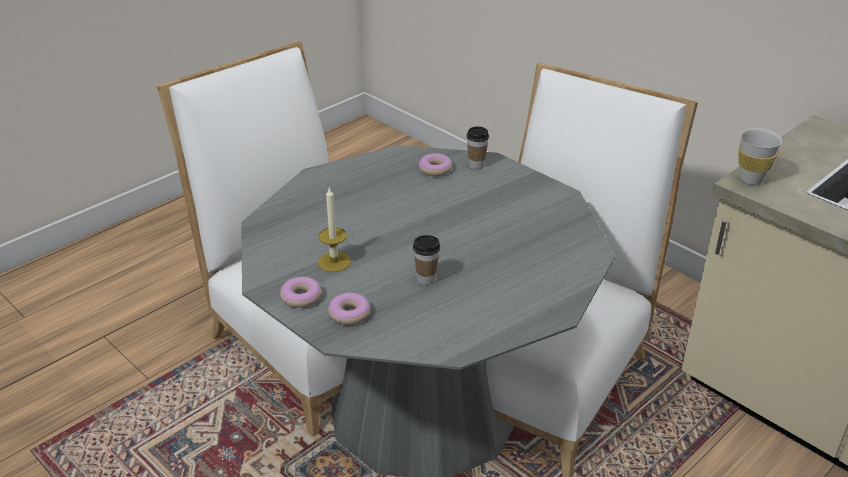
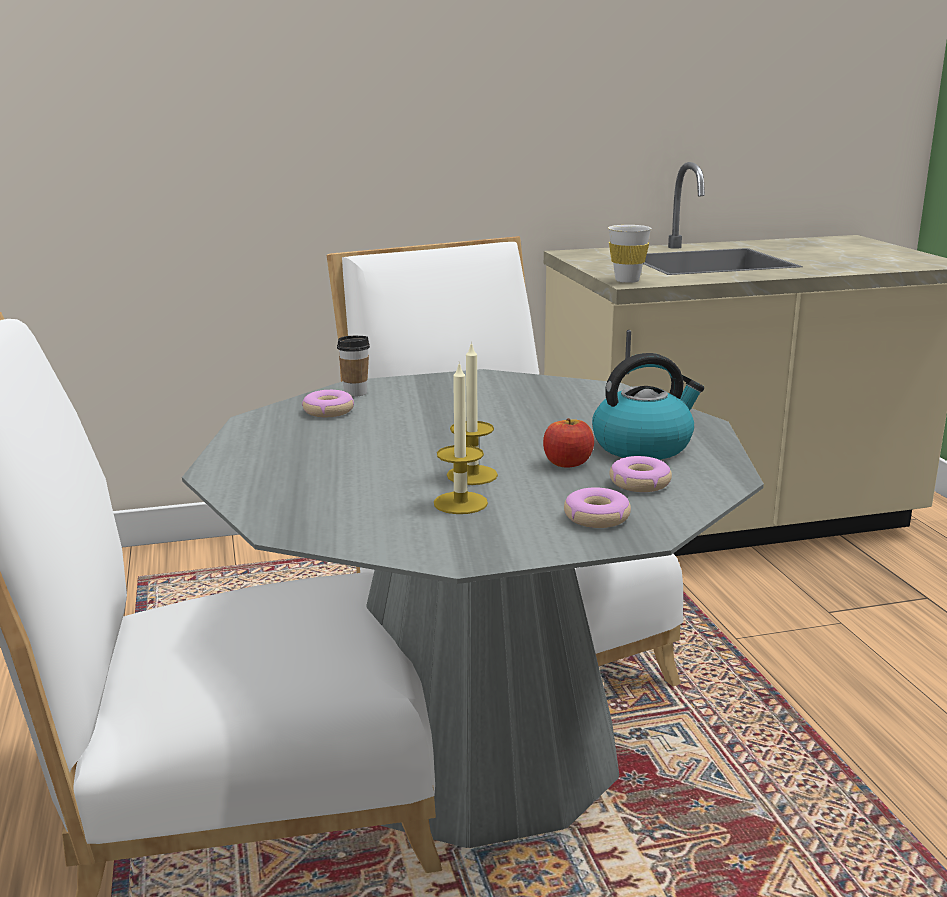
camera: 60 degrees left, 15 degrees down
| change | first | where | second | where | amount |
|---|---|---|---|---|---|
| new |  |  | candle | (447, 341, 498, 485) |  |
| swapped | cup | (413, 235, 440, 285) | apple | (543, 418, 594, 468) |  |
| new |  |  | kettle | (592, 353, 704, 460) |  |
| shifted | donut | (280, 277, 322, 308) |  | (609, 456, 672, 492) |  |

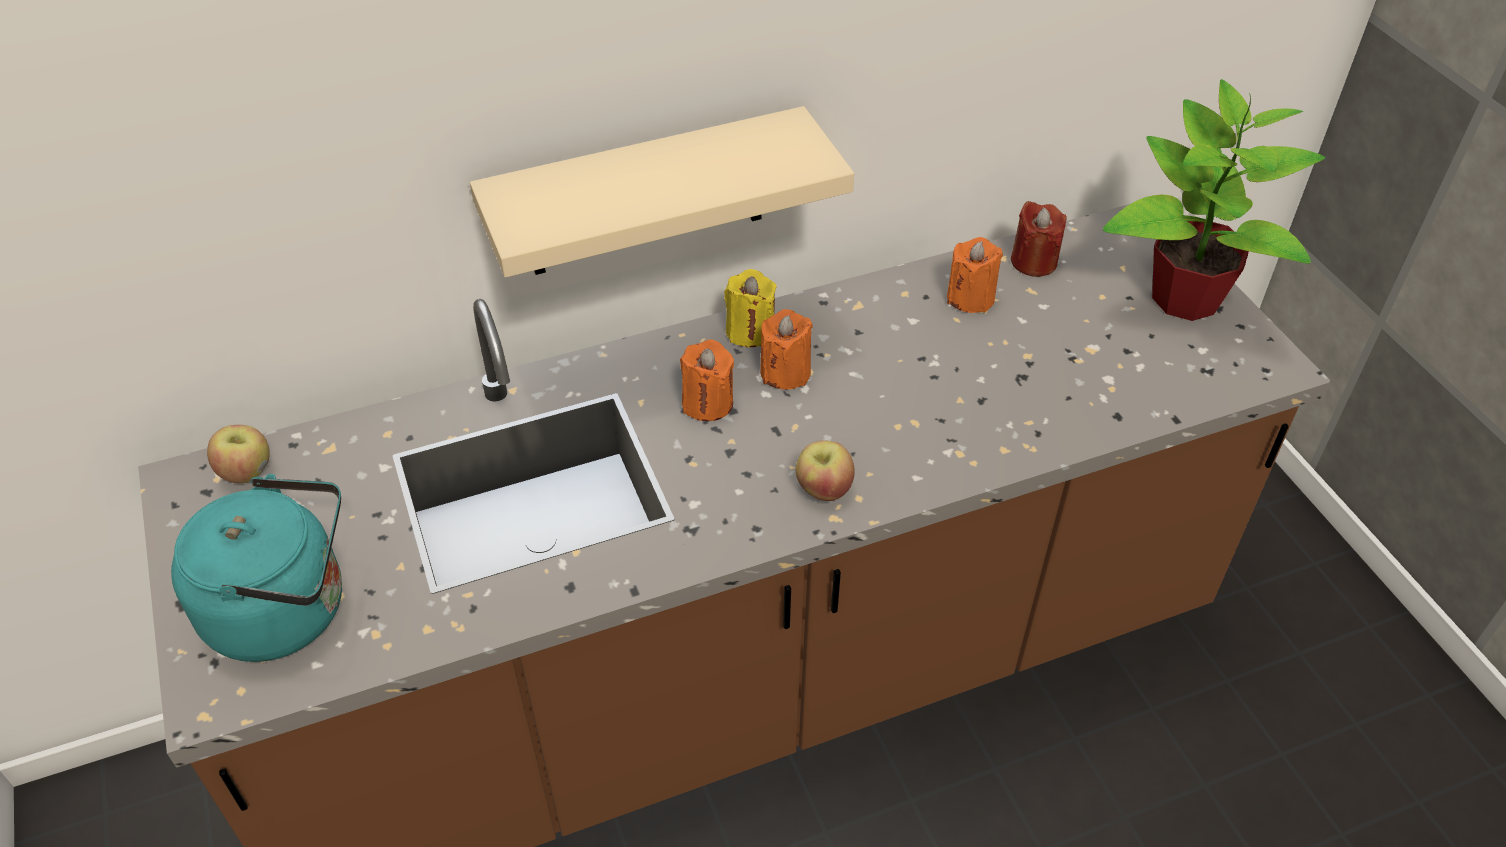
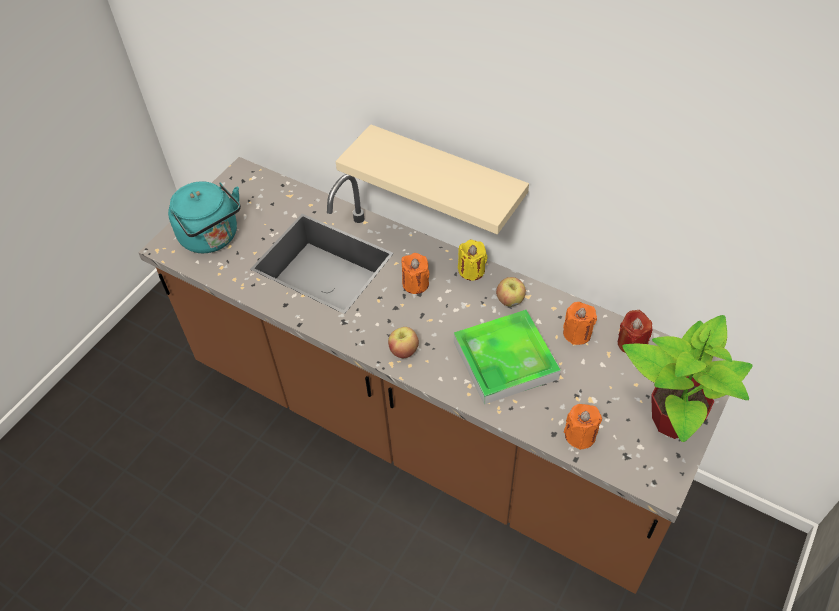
camera: 55 degrees right, 5 degrees up
| change | first | where | second | where | amount |
|---|---|---|---|---|---|
| new |  |  | tray | (454, 310, 561, 404) |  |
| shifted | apple | (207, 425, 270, 483) |  | (496, 277, 526, 307) |  |
| shifted | orange candle | (760, 309, 813, 390) |  | (564, 404, 602, 450) |  |

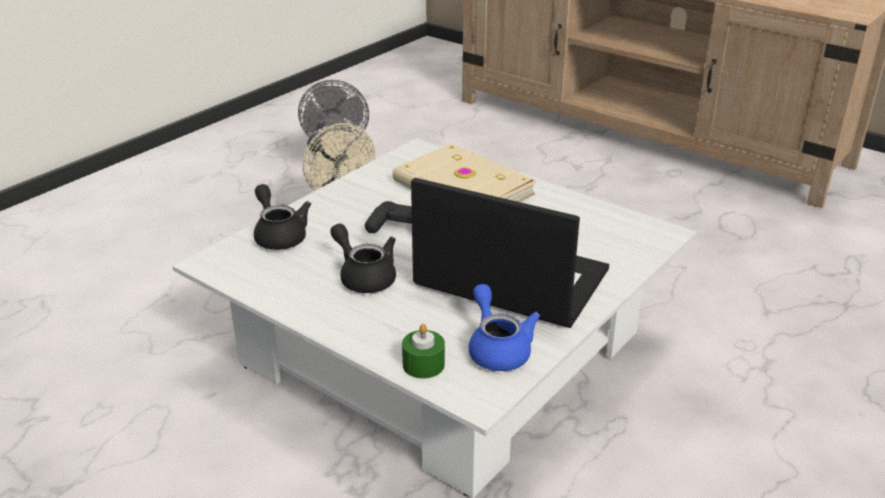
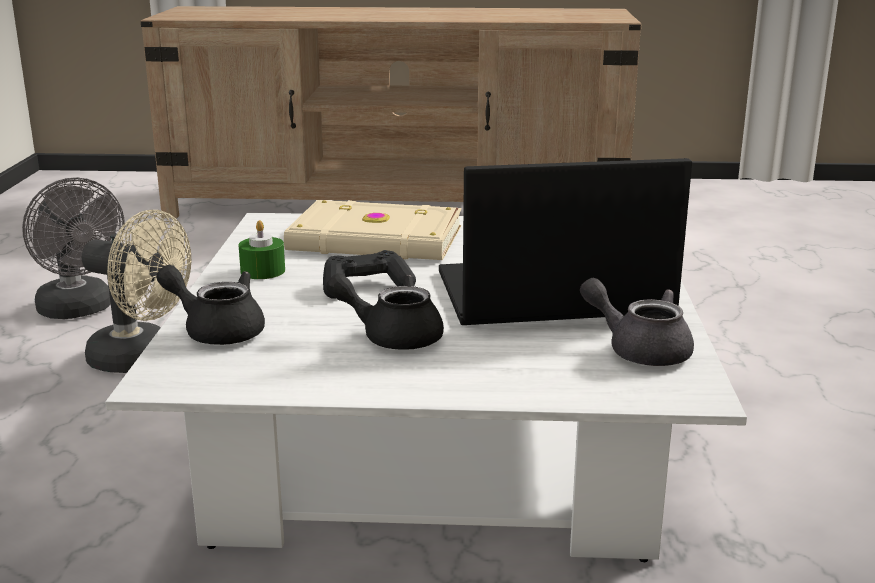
camera: 35 degrees left, 10 degrees down
| change | first | where | second | where | amount |
|---|---|---|---|---|---|
| shifted | green candle | (402, 324, 445, 379) |  | (238, 220, 285, 279) |  |
| repainted | blue teapot | (469, 284, 540, 371) | grey teapot | (580, 278, 694, 366) |  |

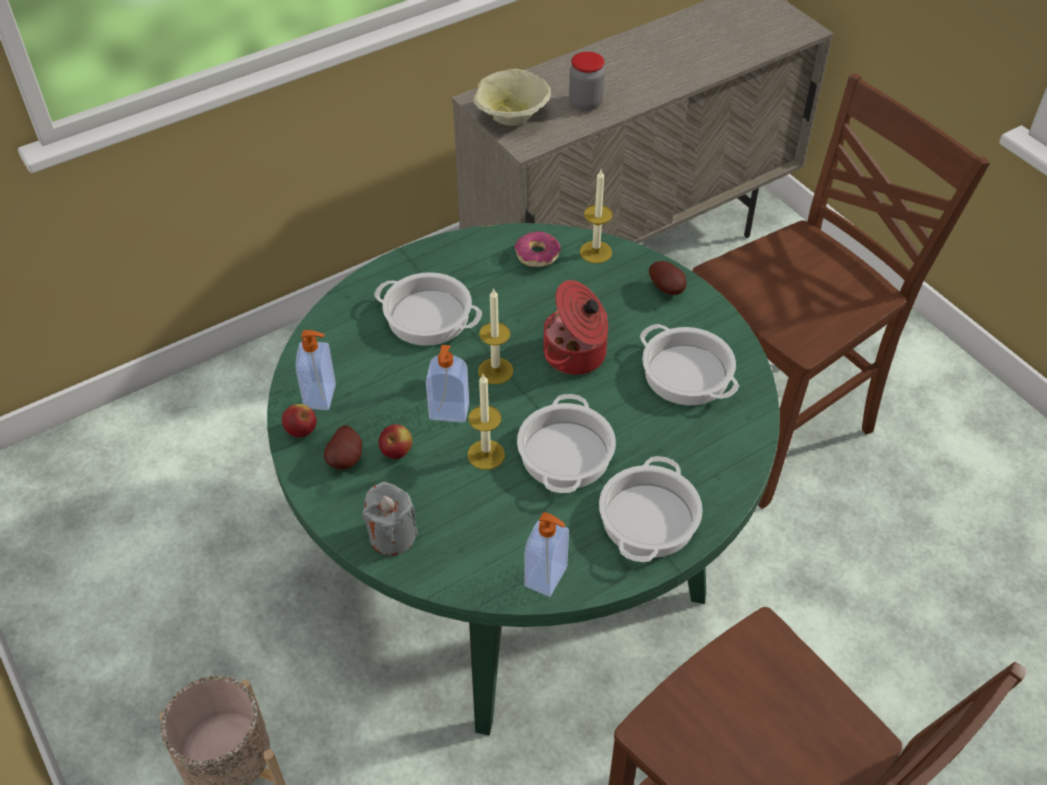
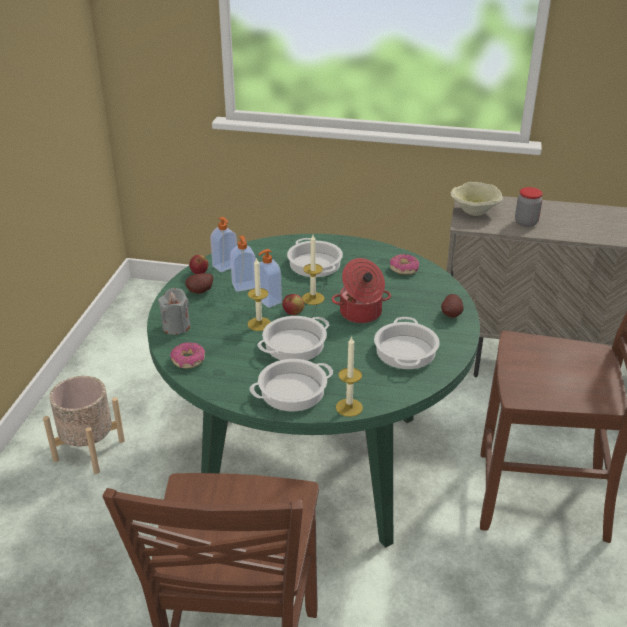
camera: 45 degrees right, 15 degrees down
| change | first | where | second | where | amount |
|---|---|---|---|---|---|
| new |  |  | donut | (170, 342, 205, 368) |  |
| shifted | soap dispenser | (525, 512, 569, 597) |  | (230, 236, 256, 292) |  |
| shifted | apple | (379, 424, 412, 459) |  | (282, 294, 305, 315) |  |
| shifted | candle | (580, 170, 613, 263) |  | (336, 336, 363, 417) |  |

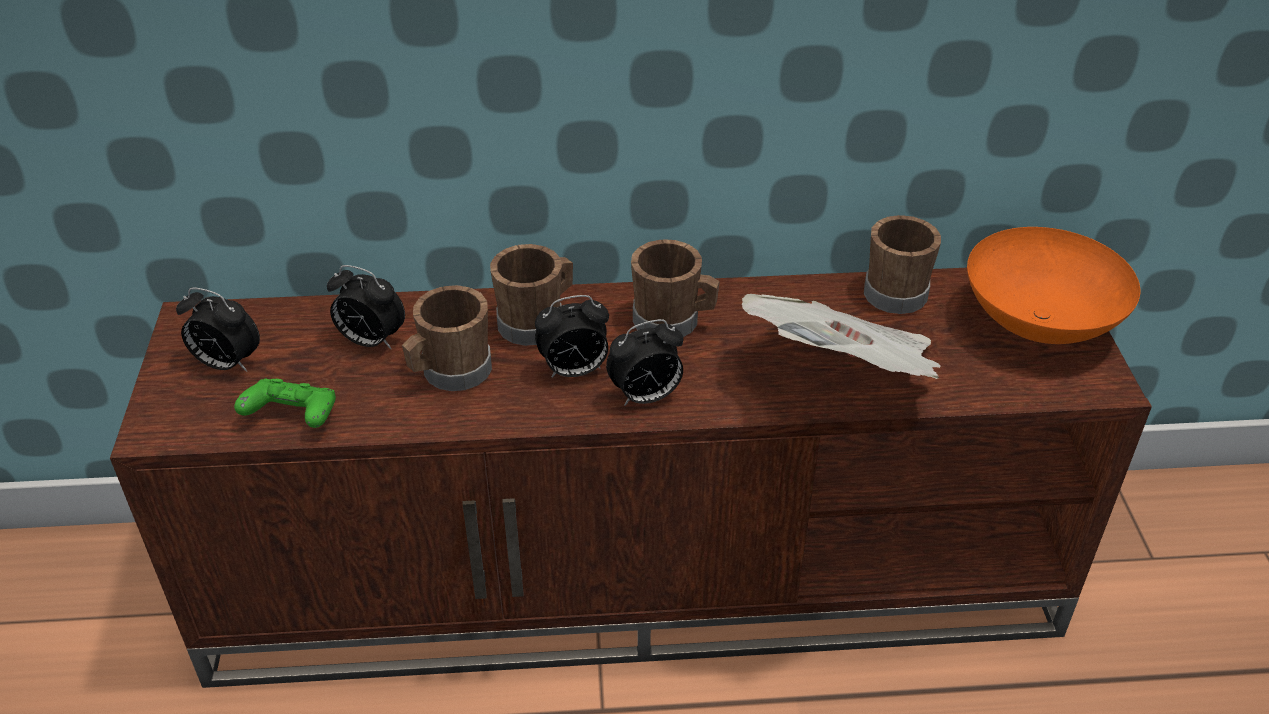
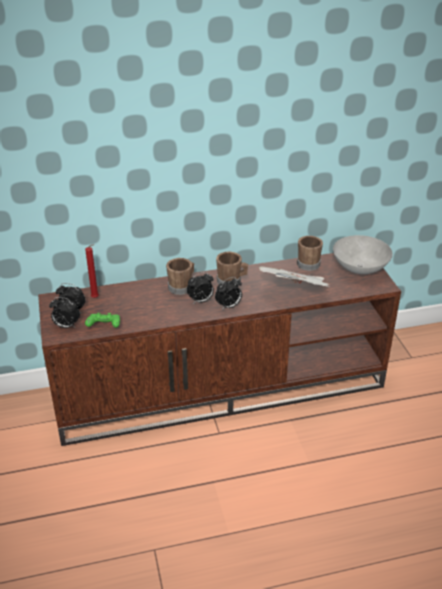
camera: 10 degrees left, 5 degrees down
| change | first | where | second | where | amount |
|---|---|---|---|---|---|
| shifted | alarm clock | (327, 265, 405, 349) |  | (49, 297, 80, 328) |  |
| new |  |  | red candle | (85, 244, 99, 298) |  |
| repainted | orange bowl | (967, 227, 1140, 344) | grey bowl | (333, 235, 393, 274) |  |
| gone | brown mug | (402, 285, 492, 391) |  |  |  |

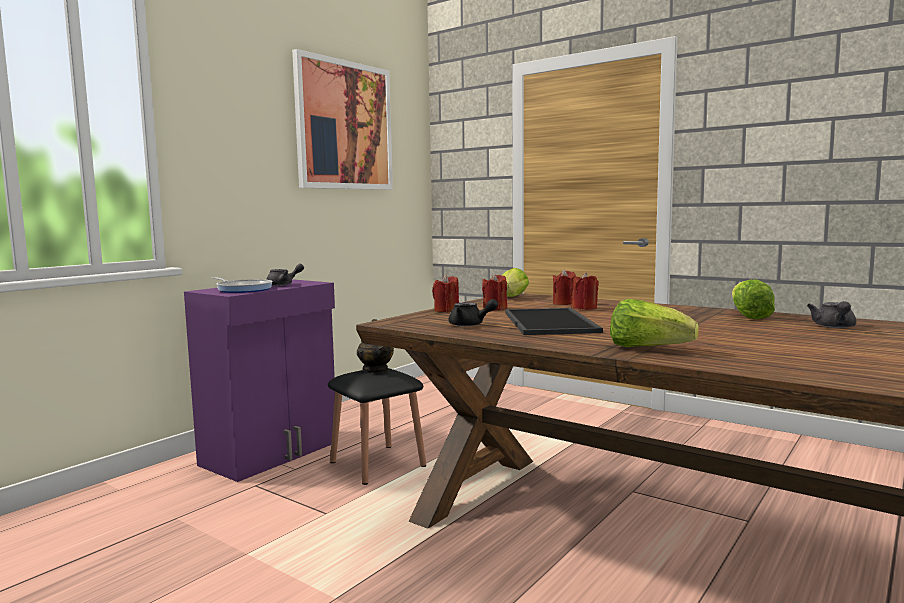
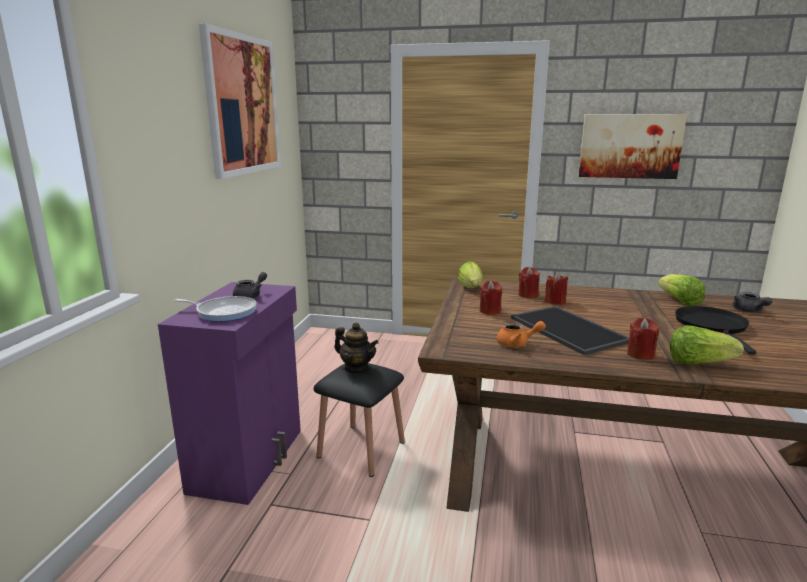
camera: 25 degrees left, 10 degrees up
| change | first | where | second | where | amount |
|---|---|---|---|---|---|
| repainted | black teapot | (449, 299, 498, 326) | orange teapot | (497, 321, 546, 347) |  |
| new |  |  | picture | (579, 114, 687, 179) |  |
| shifted | red candle | (432, 274, 459, 312) |  | (627, 317, 659, 360) |  |
| new |  |  | black frying pan | (675, 306, 756, 354) |  |

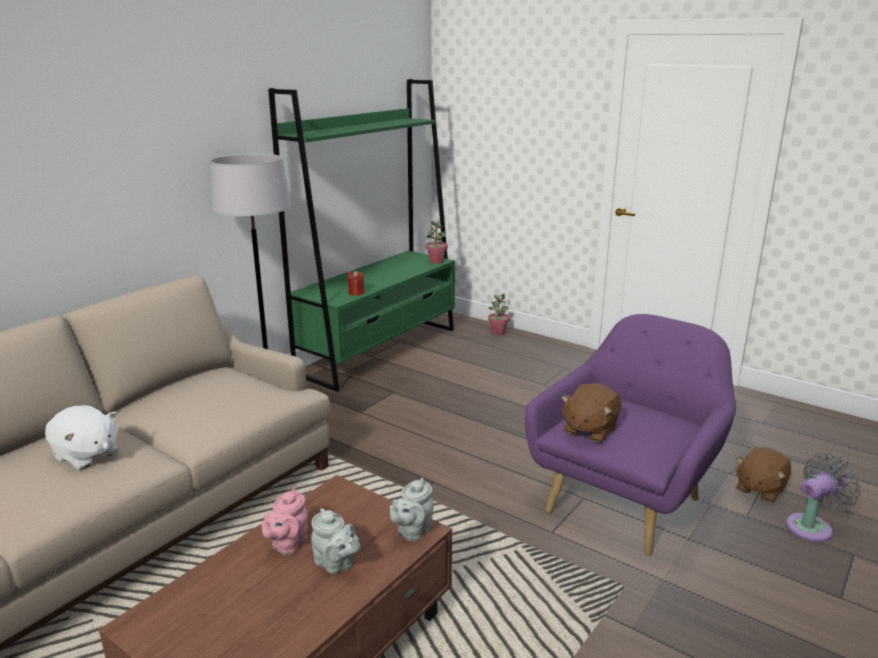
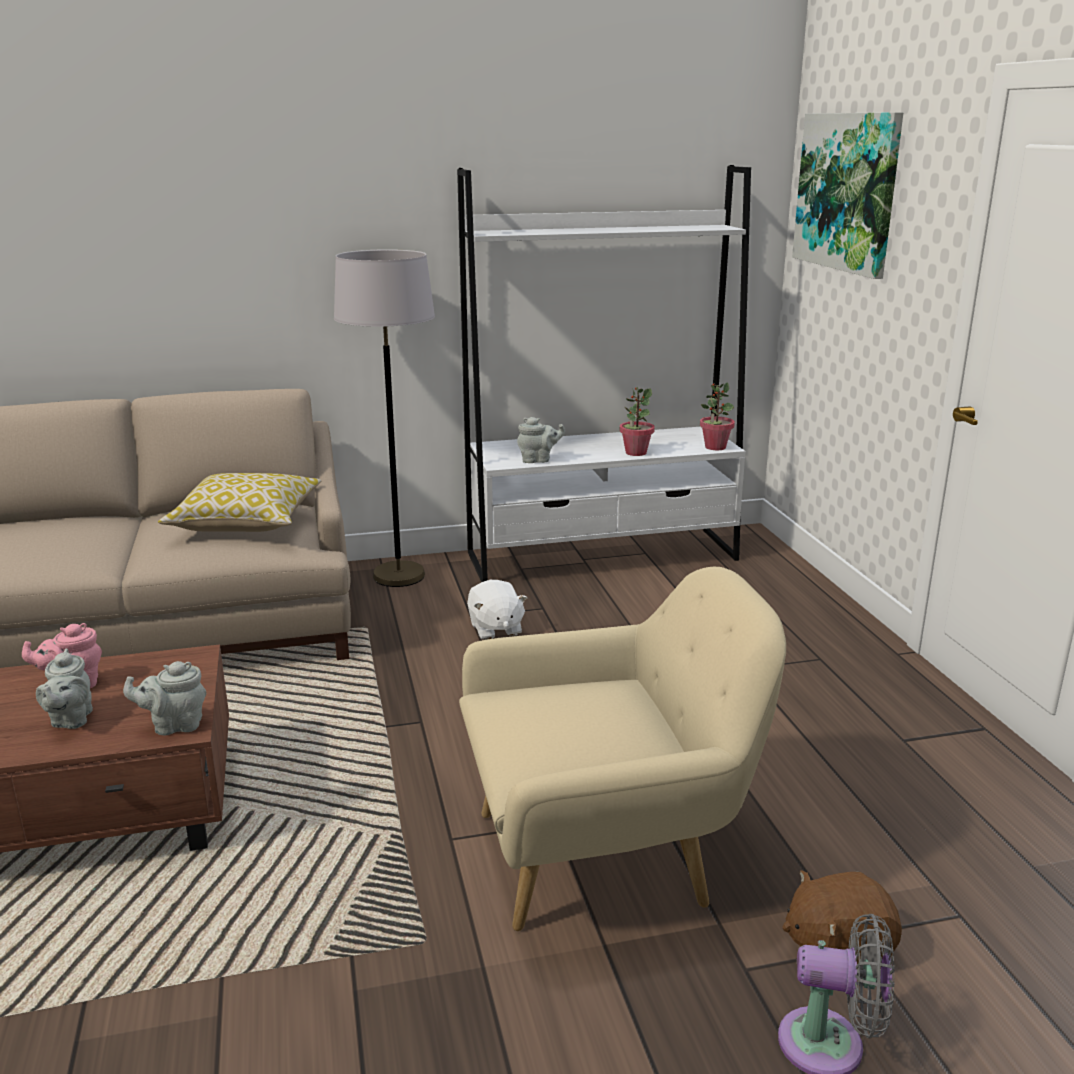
camera: 40 degrees right, 0 degrees up
| change | first | where | second | where | amount |
|---|---|---|---|---|---|
| new |  |  | pillow | (158, 473, 321, 532) |  |
| repainted | green bookcase | (268, 79, 455, 392) | white bookcase | (457, 165, 751, 582) |  |
| repainted | purple armchair | (525, 314, 736, 556) | beige armchair | (459, 567, 786, 931) |  |
| shifted | white plush toy | (45, 405, 119, 470) |  | (467, 580, 527, 640) |  |
| swapped | red candle | (347, 270, 365, 296) | grey teapot | (517, 417, 565, 463) |  |
| shifted | potted plant | (488, 293, 509, 335) |  | (620, 387, 655, 456) |  |
| new |  |  | picture | (792, 112, 903, 279) |  |
| gone | brown plush toy | (561, 383, 621, 443) |  |  |  |

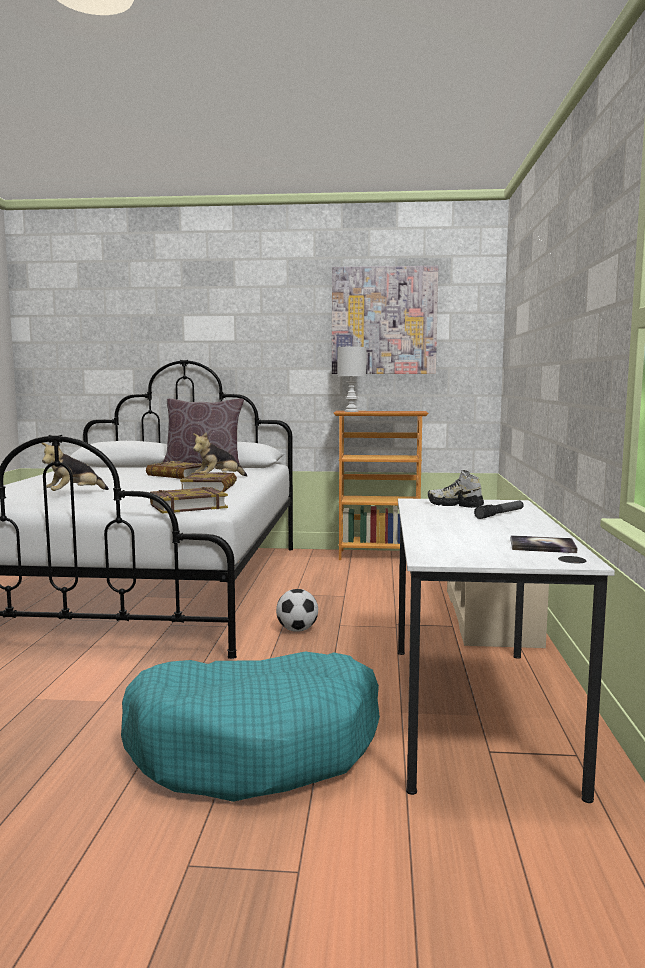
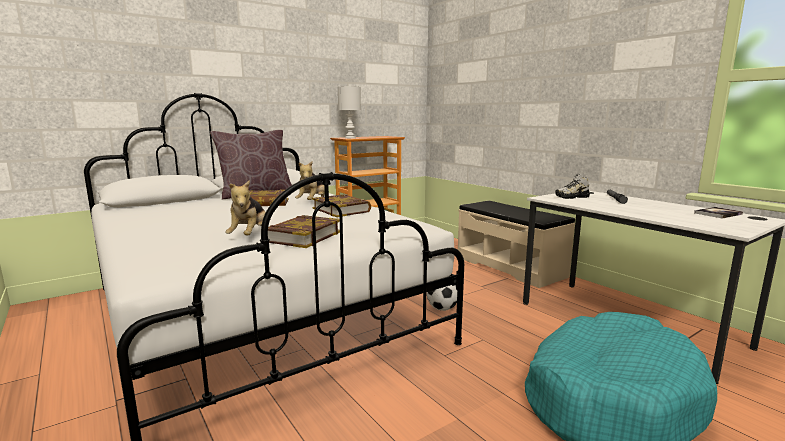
camera: 40 degrees left, 5 degrees up
| change | first | where | second | where | amount |
|---|---|---|---|---|---|
| shifted | book | (150, 487, 228, 514) |  | (268, 215, 340, 248) |  |
| gone | picture | (332, 266, 438, 374) |  |  |  |

